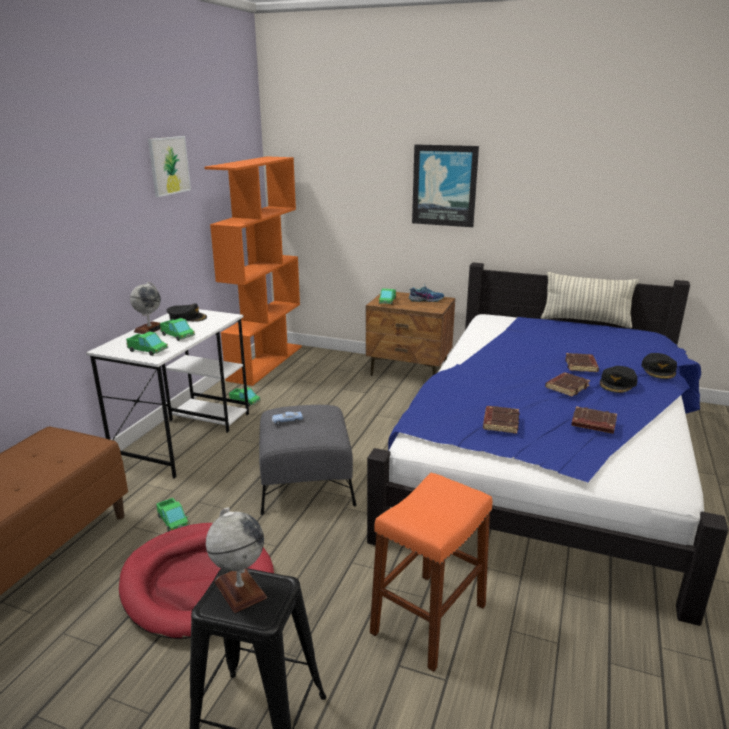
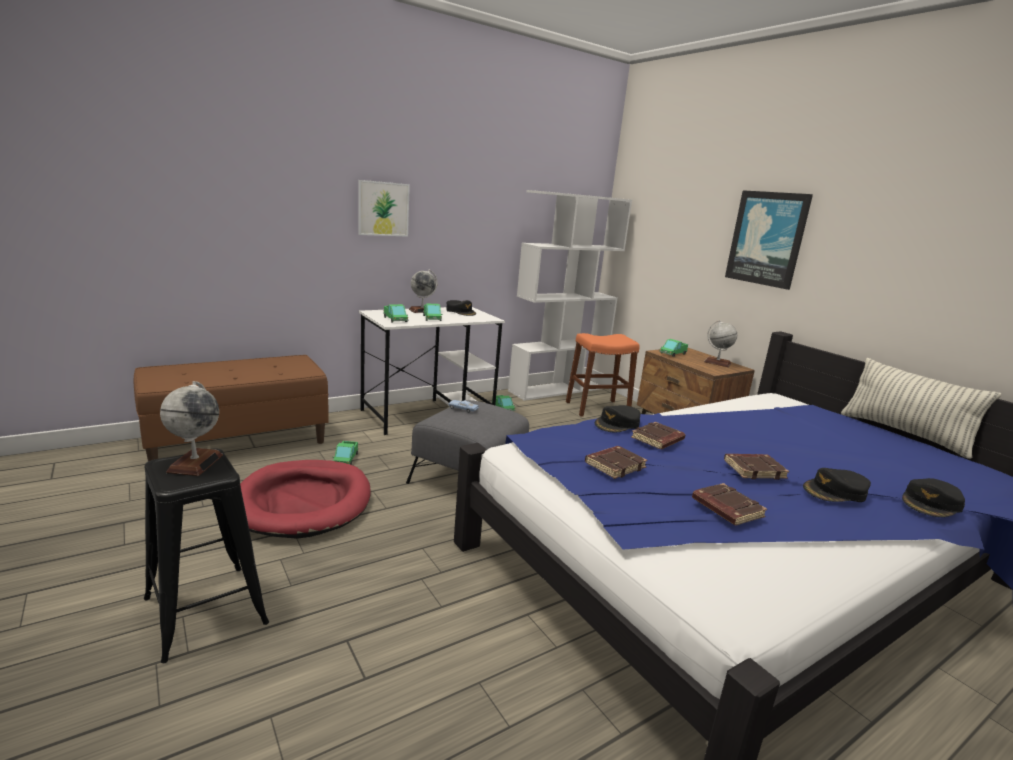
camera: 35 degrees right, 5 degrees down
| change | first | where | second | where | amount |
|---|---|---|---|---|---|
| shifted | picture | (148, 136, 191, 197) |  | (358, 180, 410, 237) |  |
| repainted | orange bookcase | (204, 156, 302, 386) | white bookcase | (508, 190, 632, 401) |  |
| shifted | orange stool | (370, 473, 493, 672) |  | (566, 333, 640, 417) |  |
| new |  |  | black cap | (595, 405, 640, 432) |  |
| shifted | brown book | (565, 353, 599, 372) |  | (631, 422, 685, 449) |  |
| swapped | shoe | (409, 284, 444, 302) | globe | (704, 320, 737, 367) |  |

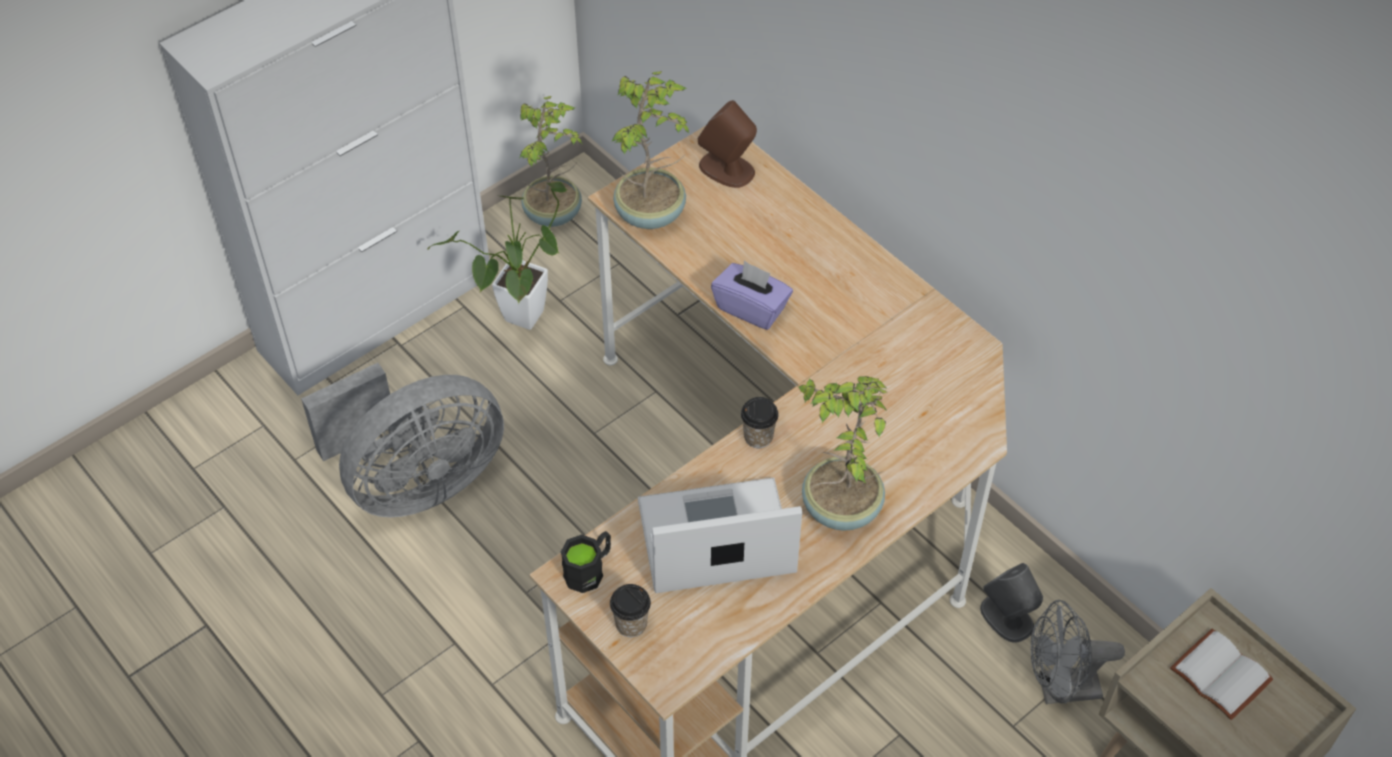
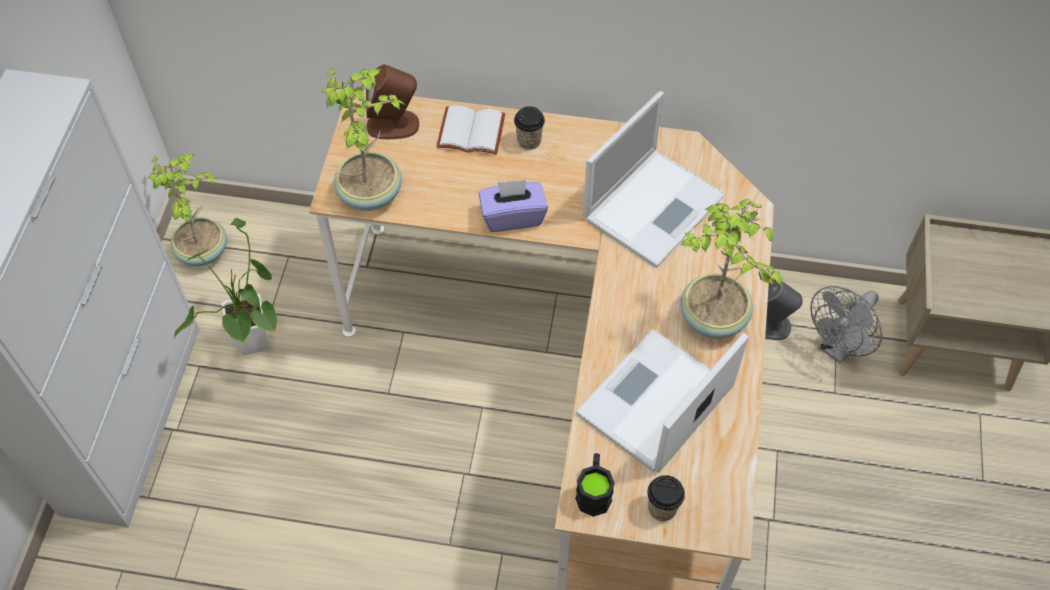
camera: 40 degrees left, 5 degrees up
| change | first | where | second | where | amount |
|---|---|---|---|---|---|
| shifted | white book | (1170, 629, 1273, 720) |  | (437, 105, 505, 155) |  |
| shifted | cup | (741, 397, 779, 448) |  | (514, 106, 545, 150) |  |
| new |  |  | laptop | (583, 91, 725, 267) |  |
| gone | grey fan | (301, 363, 504, 518) |  |  |  |

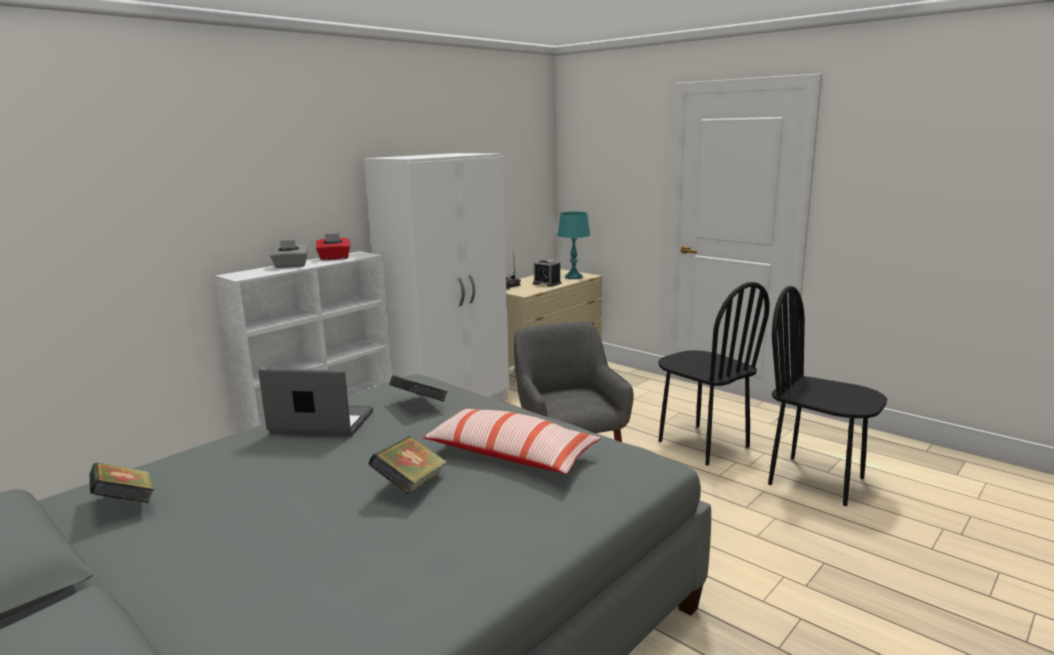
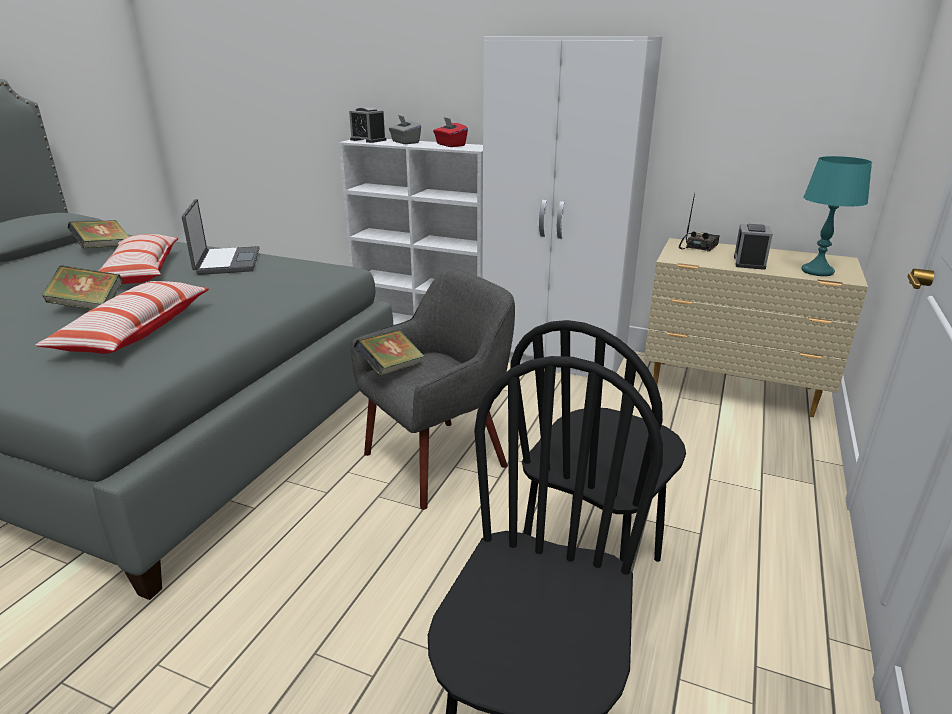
camera: 70 degrees right, 10 degrees up
| change | first | where | second | where | amount |
|---|---|---|---|---|---|
| new |  |  | pillow | (99, 234, 178, 284) |  |
| new |  |  | alarm clock | (349, 107, 386, 143) |  |
| shifted | book | (389, 375, 448, 402) |  | (354, 330, 424, 376) |  |

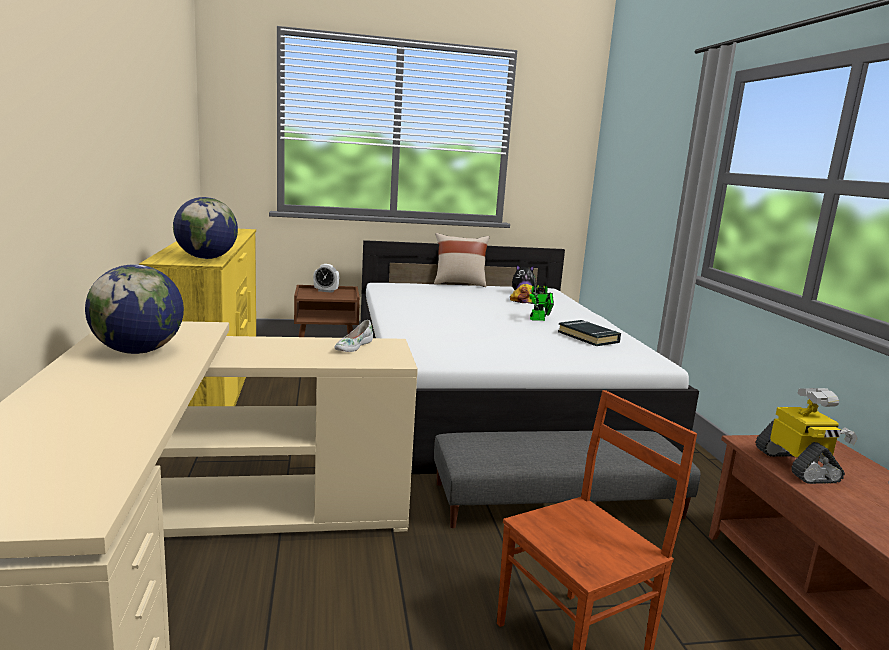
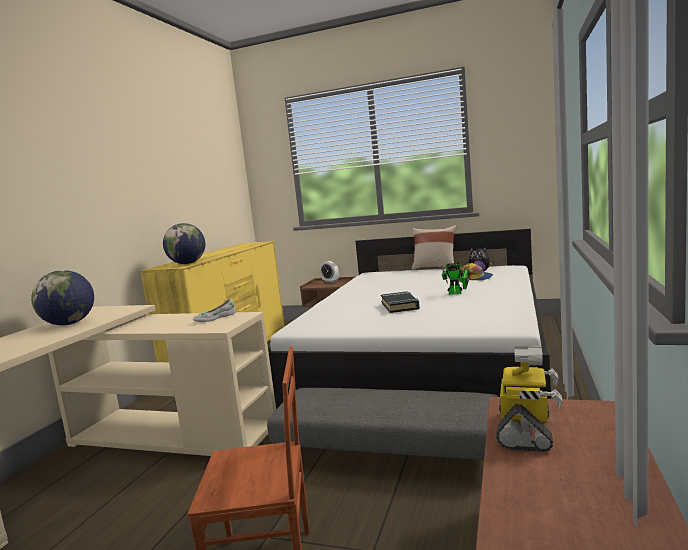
camera: 30 degrees right, 5 degrees down
| change | first | where | second | where | amount |
|---|---|---|---|---|---|
| shifted | black book | (558, 320, 621, 346) |  | (381, 291, 420, 313) |  |

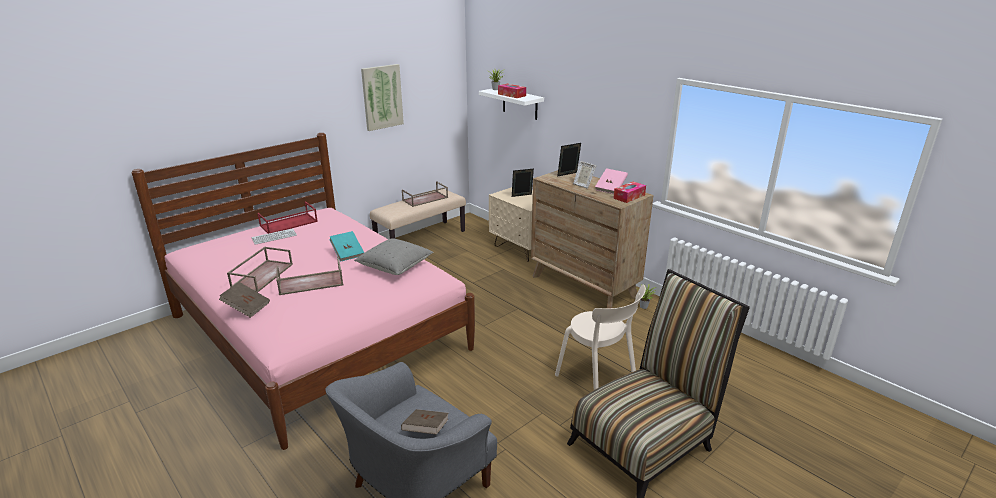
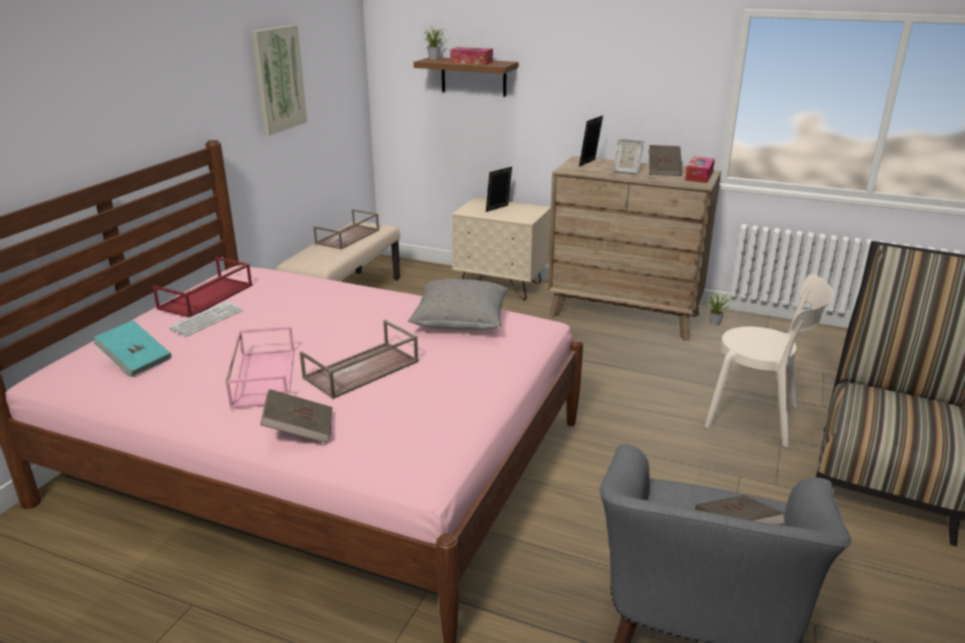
camera: 25 degrees left, 0 degrees up
| change | first | where | second | where | amount |
|---|---|---|---|---|---|
| shifted | turquoise book | (329, 231, 364, 262) |  | (94, 320, 171, 378) |  |
| repainted | brown tray | (227, 247, 293, 292) | pink tray | (225, 326, 294, 409) |  |
| repainted | white shelf | (479, 89, 544, 120) | brown shelf | (414, 57, 519, 97) |  |
| repainted | pink book | (595, 168, 628, 194) | brown book | (648, 145, 682, 176) |  |

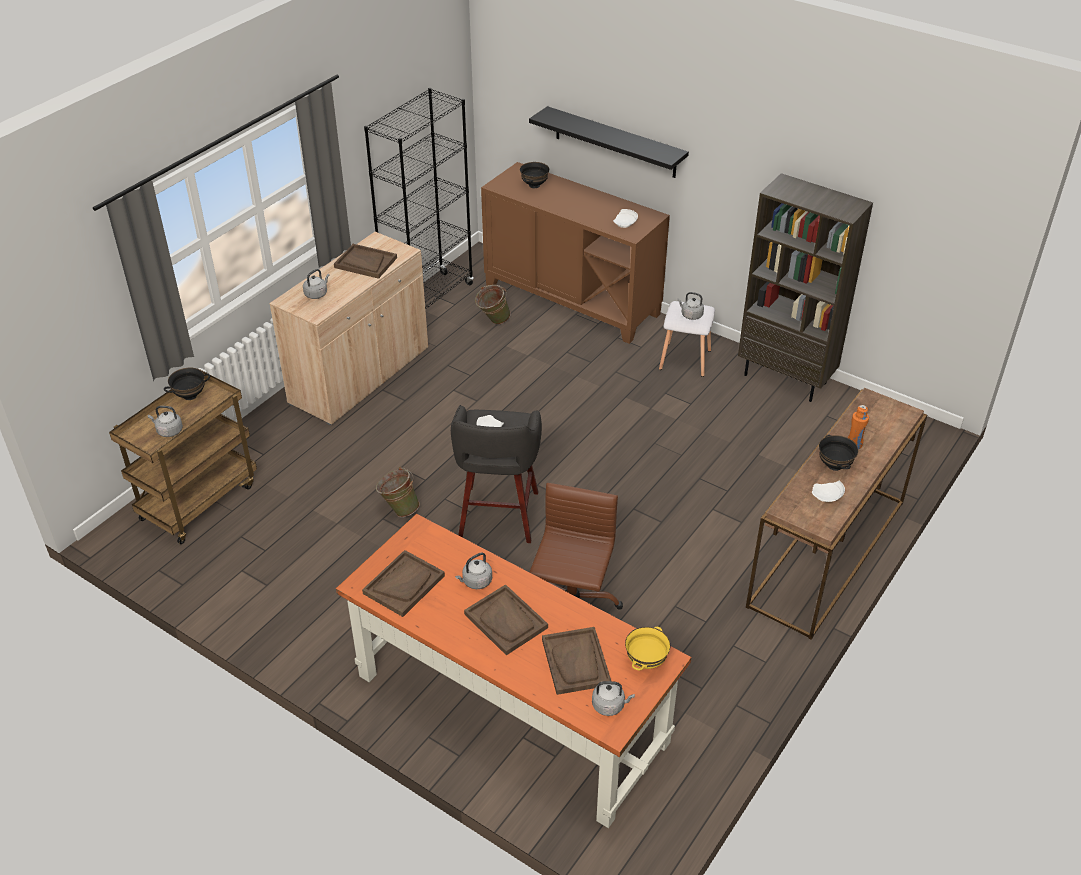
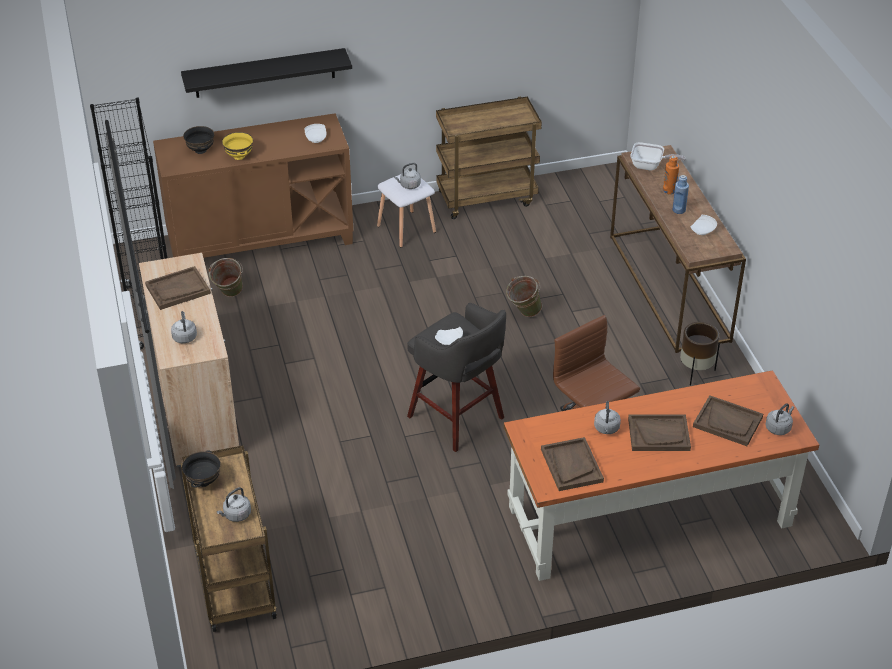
camera: 50 degrees left, 0 degrees up
| change | first | where | second | where | amount |
|---|---|---|---|---|---|
| shifted | yellow bowl | (625, 627, 671, 670) |  | (222, 132, 253, 160) |  |
| swapped | brown bookcase | (738, 173, 873, 402) | brown cart | (436, 97, 542, 219) |  |
| shifted | green bucket | (376, 467, 420, 517) |  | (506, 276, 542, 317) |  |
| new |  |  | frying pan | (630, 142, 686, 170) |  |
| swapped | black bowl | (819, 435, 858, 471) | blue bottle | (672, 175, 689, 214) |  |
| new |  |  | brown planter | (680, 322, 720, 385) |  |

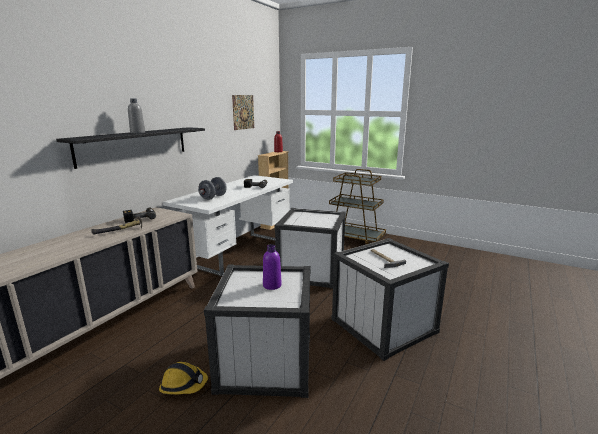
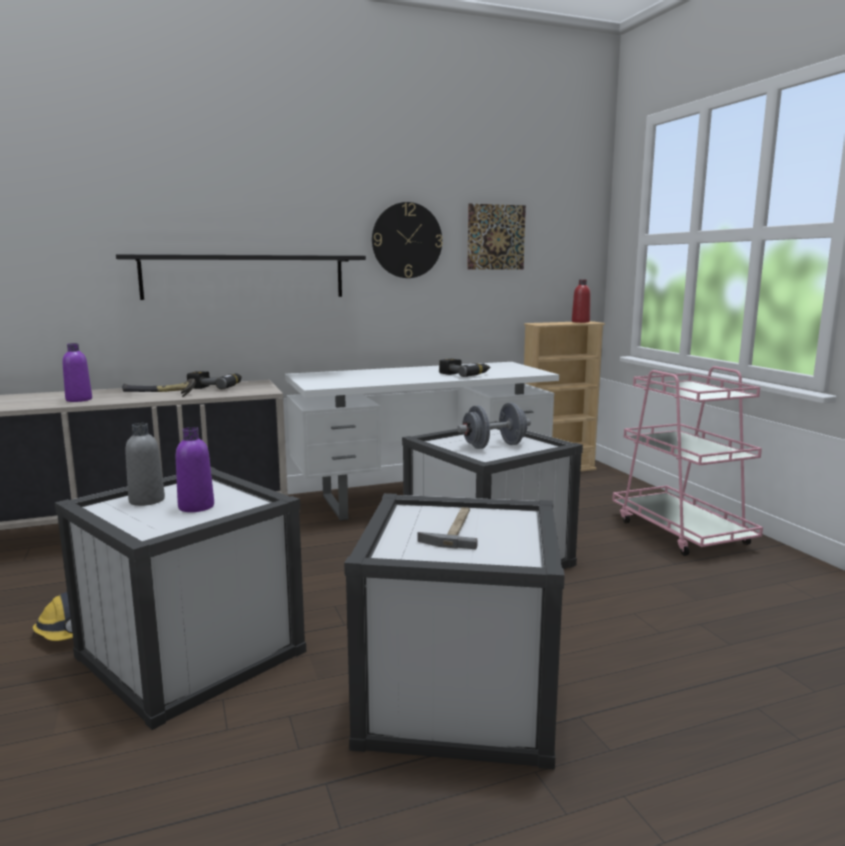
camera: 40 degrees right, 5 degrees down
| change | first | where | second | where | amount |
|---|---|---|---|---|---|
| new |  |  | purple bottle | (62, 343, 92, 402) |  |
| shifted | grey bottle | (128, 99, 145, 134) |  | (125, 423, 165, 506) |  |
| new |  |  | wall clock | (372, 202, 443, 278) |  |
| shifted | grey dumbbell | (198, 177, 227, 200) |  | (457, 403, 531, 449) |  |
| repainted | brown cart | (329, 169, 386, 244) | pink cart | (612, 366, 763, 556) |  |

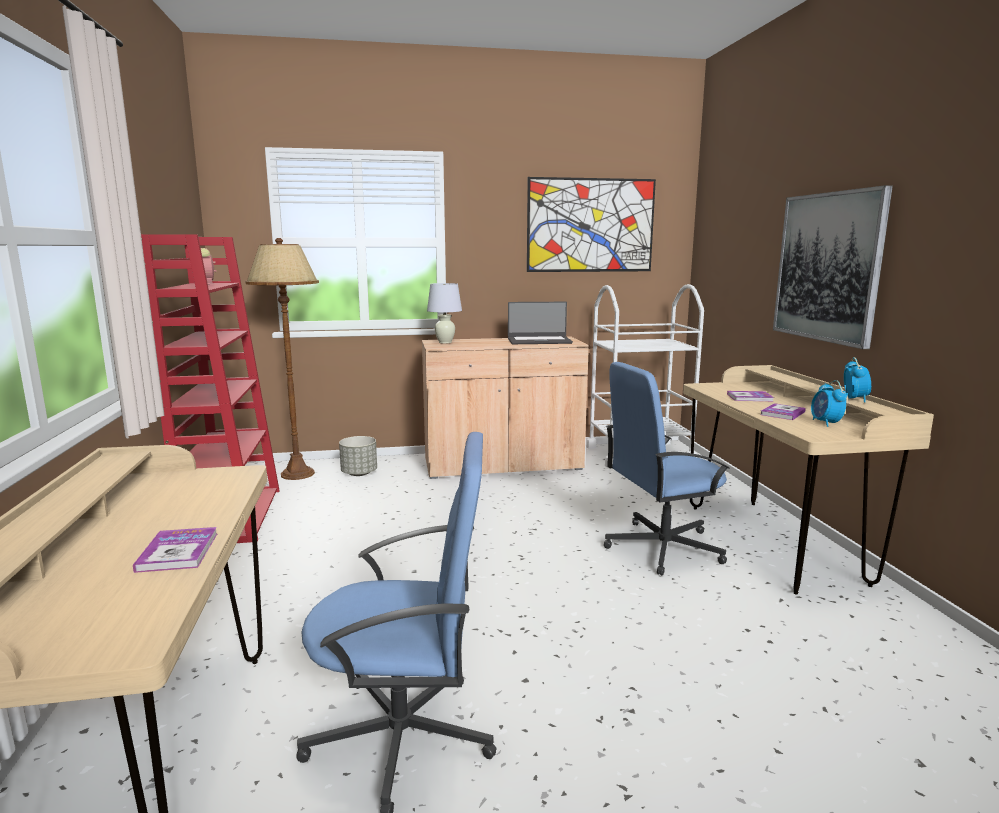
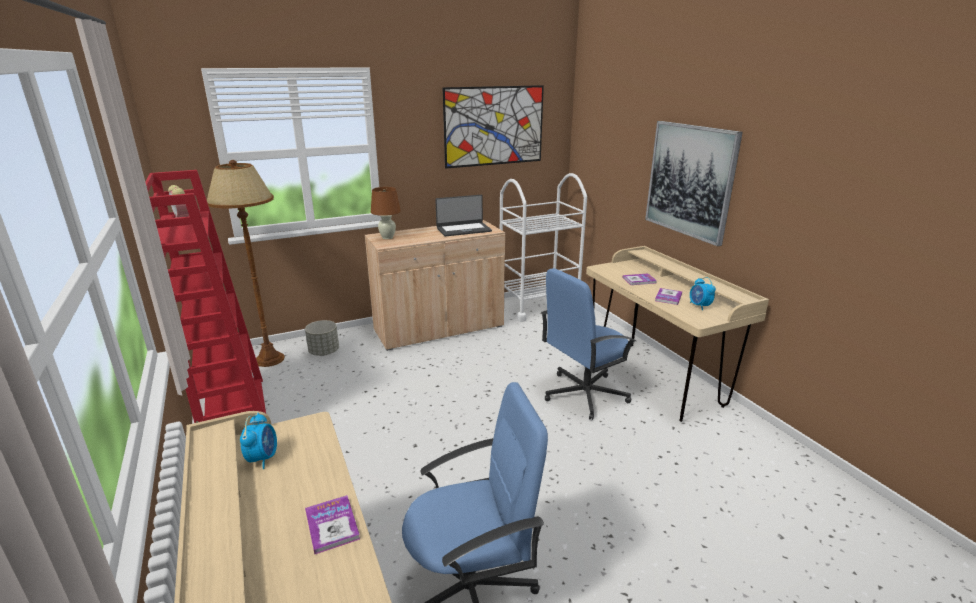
camera: 15 degrees left, 10 degrees up
| change | first | where | second | where | amount |
|---|---|---|---|---|---|
| shifted | alarm clock | (844, 357, 871, 403) |  | (240, 413, 277, 469) |  |
| repainted | white table lamp | (427, 283, 462, 343) | brown table lamp | (371, 187, 401, 239) |  |

